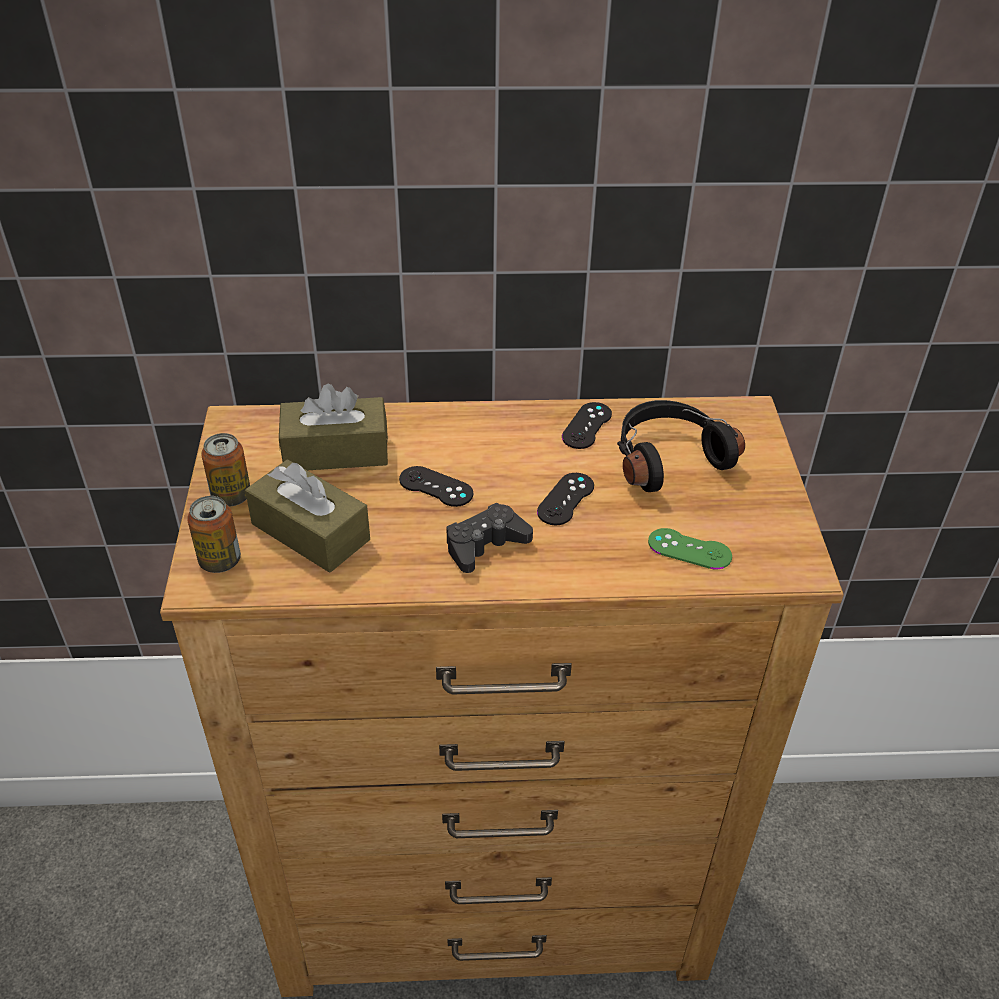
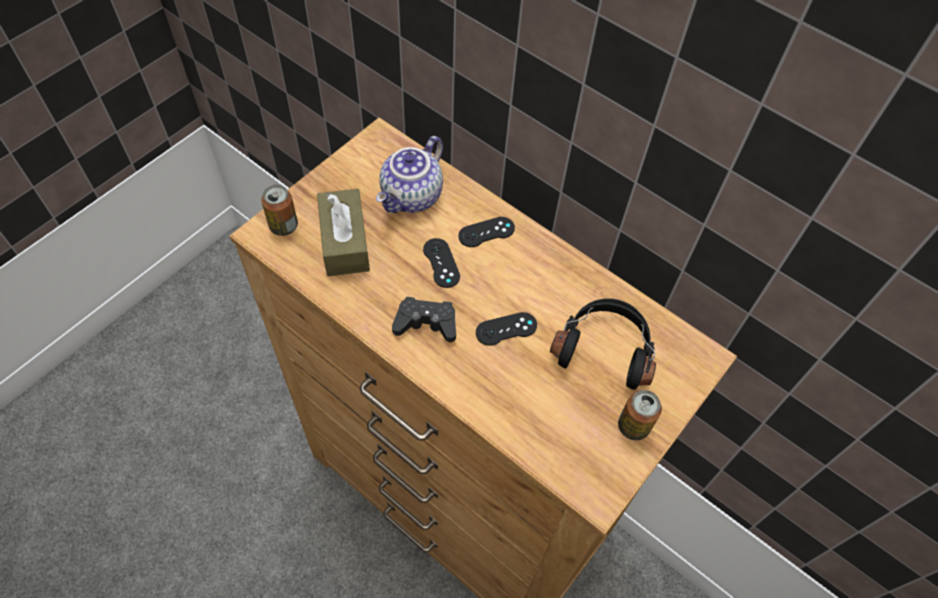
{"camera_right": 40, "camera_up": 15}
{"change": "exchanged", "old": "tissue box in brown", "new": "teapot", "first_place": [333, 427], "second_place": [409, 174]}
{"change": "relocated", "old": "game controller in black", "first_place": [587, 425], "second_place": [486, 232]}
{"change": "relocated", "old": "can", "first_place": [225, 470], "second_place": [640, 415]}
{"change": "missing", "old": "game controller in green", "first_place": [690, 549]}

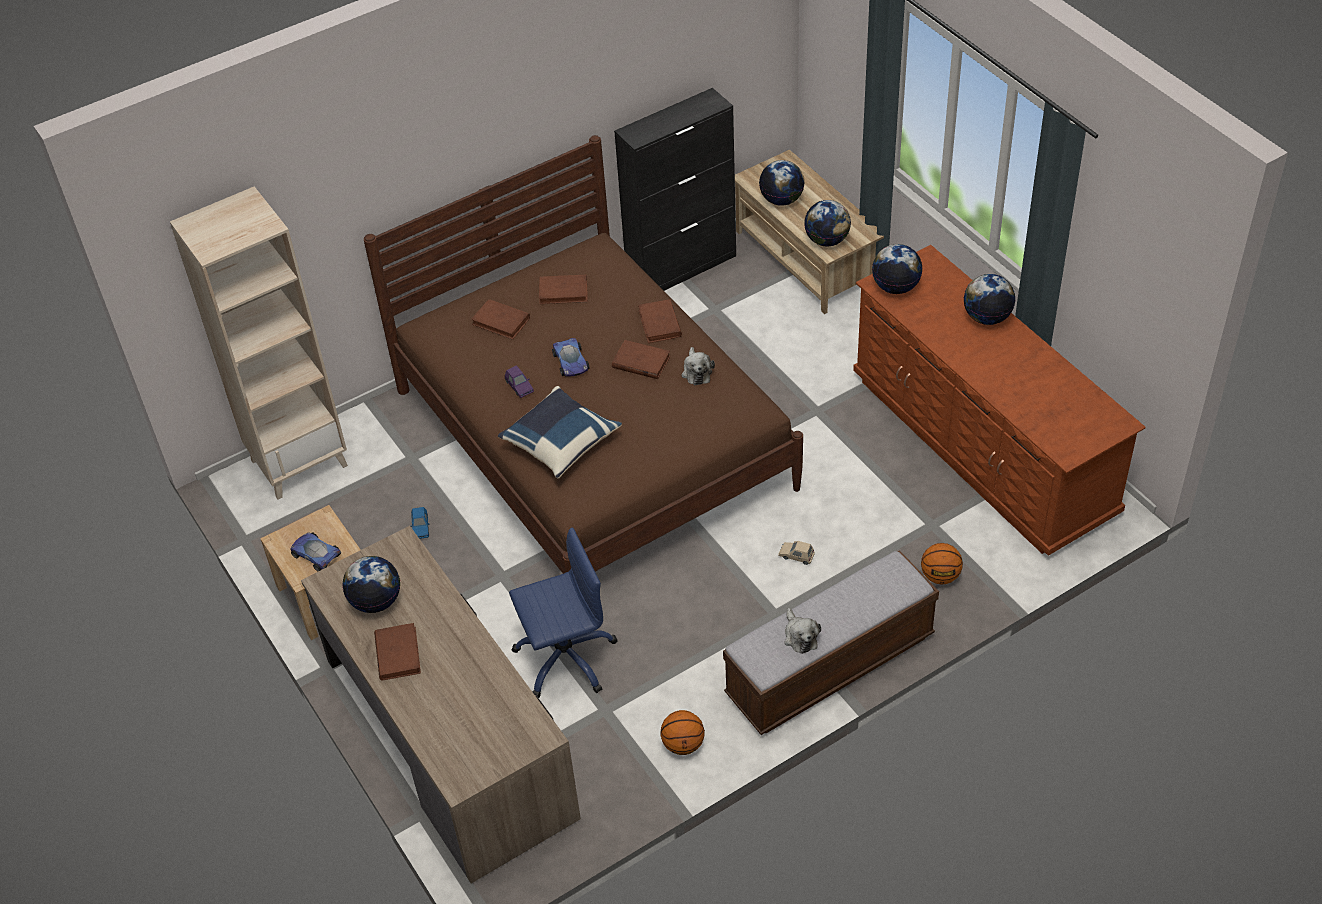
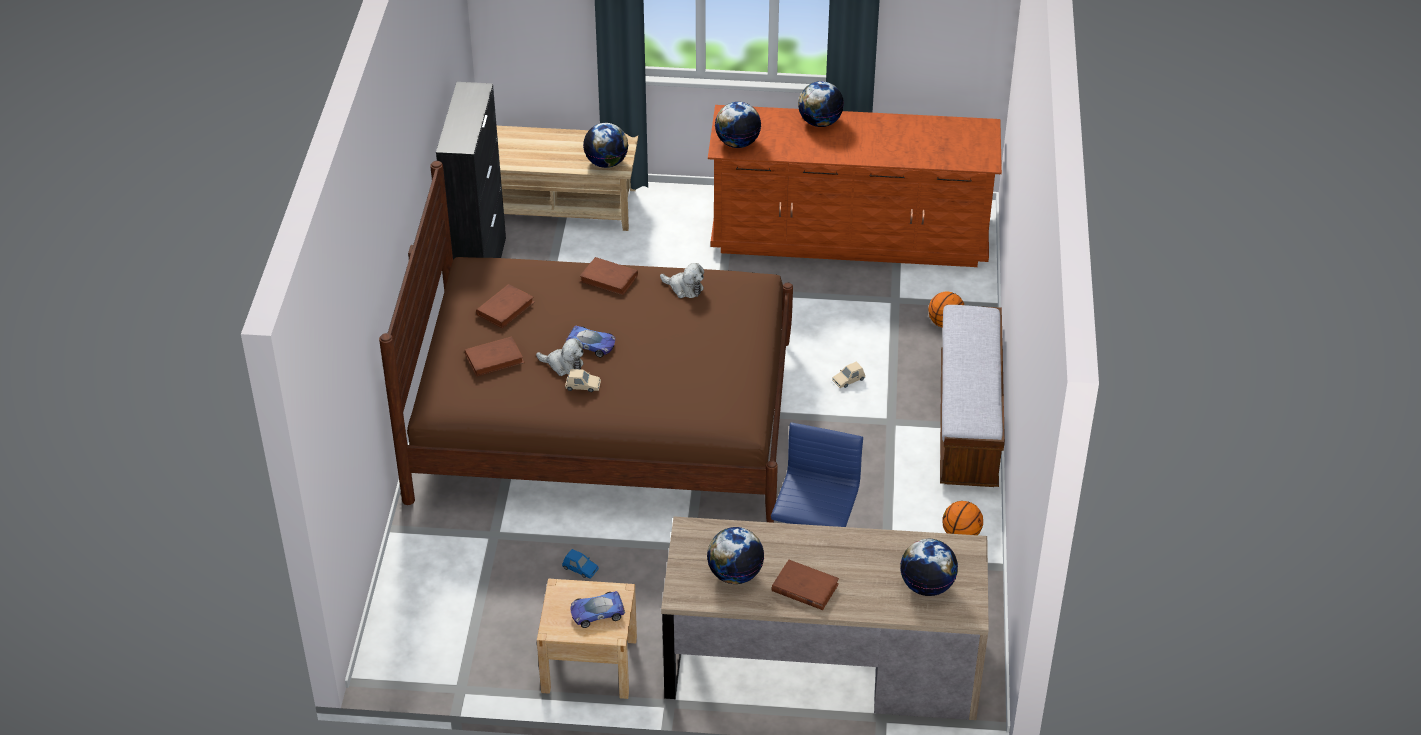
{"camera_right": -55, "camera_up": -5}
{"change": "relocated", "old": "globe", "first_place": [782, 183], "second_place": [929, 567]}
{"change": "missing", "old": "bookcase in beige", "first_place": [259, 342]}
{"change": "missing", "old": "book in brown", "first_place": [641, 359]}
{"change": "colour", "old": "toy car in purple", "new": "toy car in beige", "first_place": [519, 381], "second_place": [583, 380]}
{"change": "missing", "old": "pillow in blue", "first_place": [560, 432]}
{"change": "relocated", "old": "plush toy", "first_place": [802, 631], "second_place": [559, 357]}

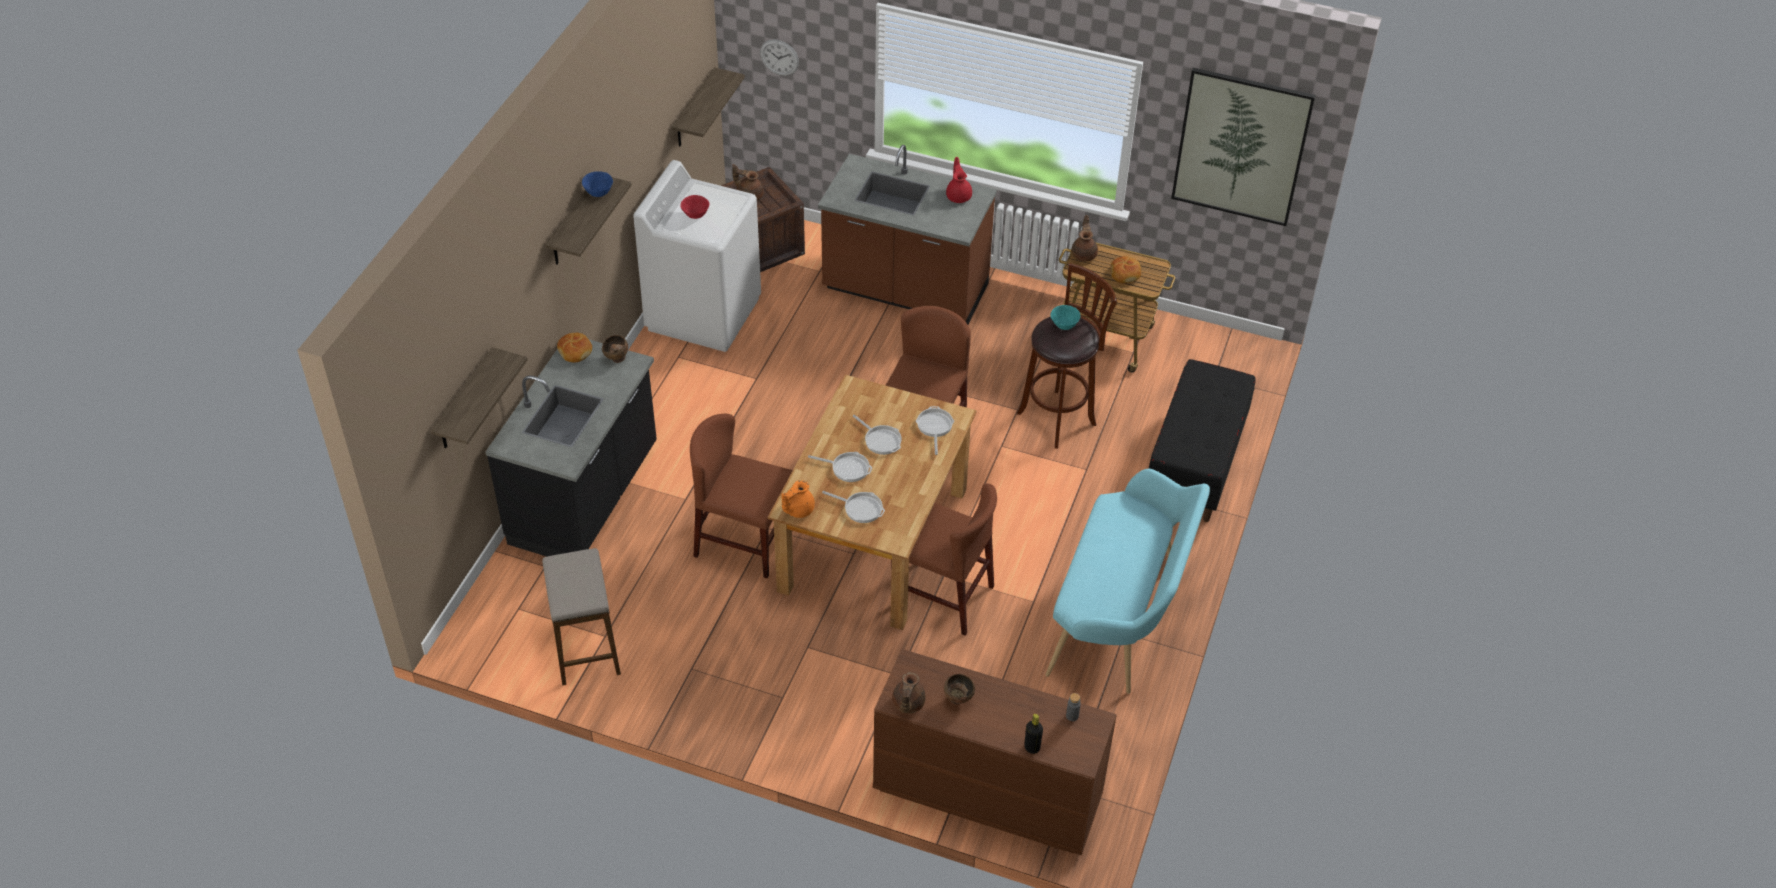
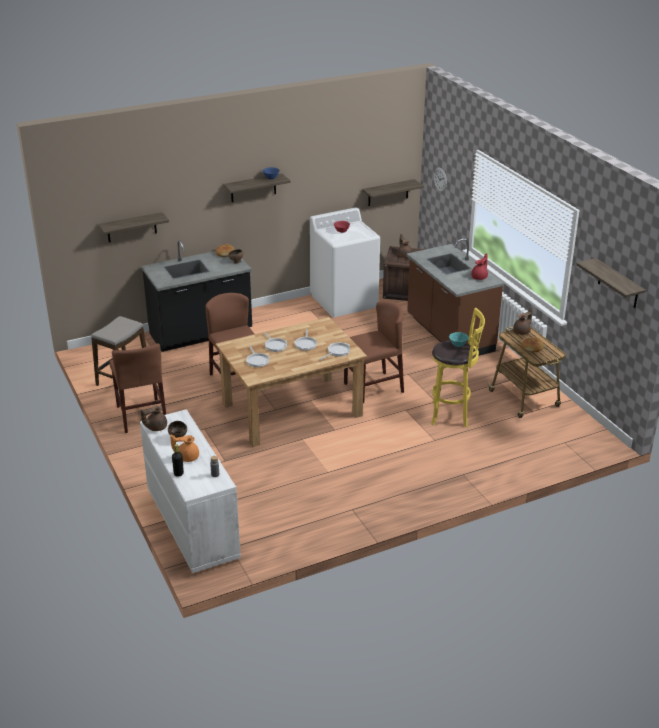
{"camera_right": 45, "camera_up": -15}
{"change": "exchanged", "old": "picture", "new": "shelf", "first_place": [1243, 147], "second_place": [611, 283]}
{"change": "colour", "old": "stool in brown", "new": "stool in yellow", "first_place": [1067, 356], "second_place": [458, 368]}
{"change": "missing", "old": "bench in black", "first_place": [1202, 440]}
{"change": "missing", "old": "bench in turquoise", "first_place": [1128, 581]}
{"change": "relocated", "old": "teapot in orange", "first_place": [798, 499], "second_place": [184, 448]}
{"change": "relocated", "old": "chair in brown", "first_place": [944, 559], "second_place": [137, 388]}
{"change": "colour", "old": "dresser in brown", "new": "dresser in white", "first_place": [995, 752], "second_place": [190, 491]}

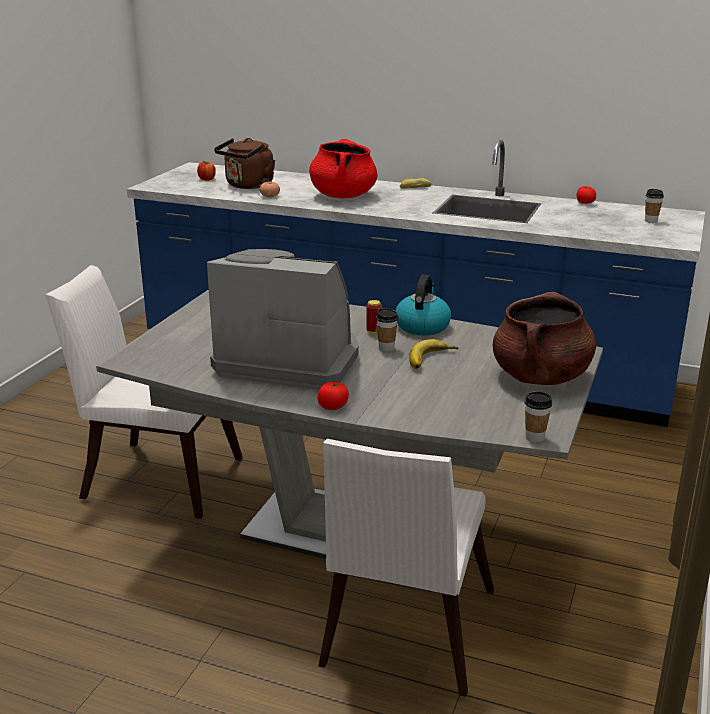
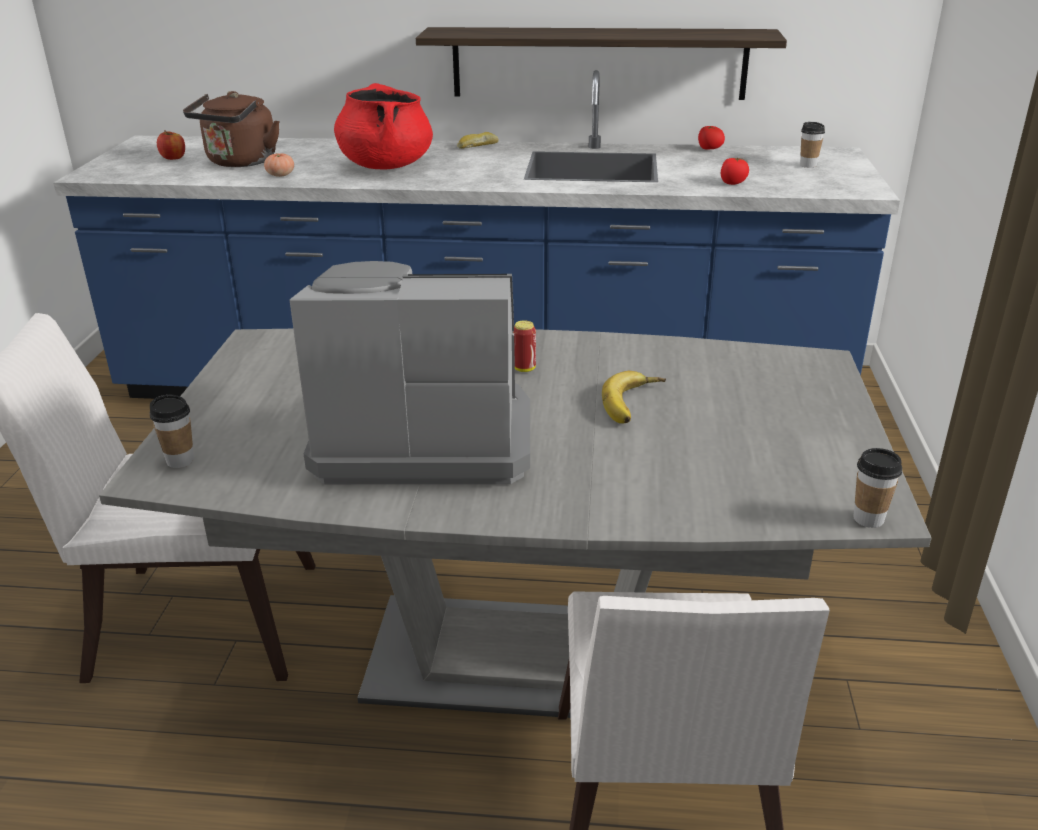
{"camera_right": -15, "camera_up": 5}
{"change": "missing", "old": "kettle", "first_place": [423, 305]}
{"change": "missing", "old": "cooking pot in brown", "first_place": [544, 338]}
{"change": "relocated", "old": "cup", "first_place": [387, 330], "second_place": [171, 431]}
{"change": "relocated", "old": "tomato", "first_place": [333, 396], "second_place": [735, 171]}
{"change": "appeared", "new": "shelf", "second_place": [601, 63]}

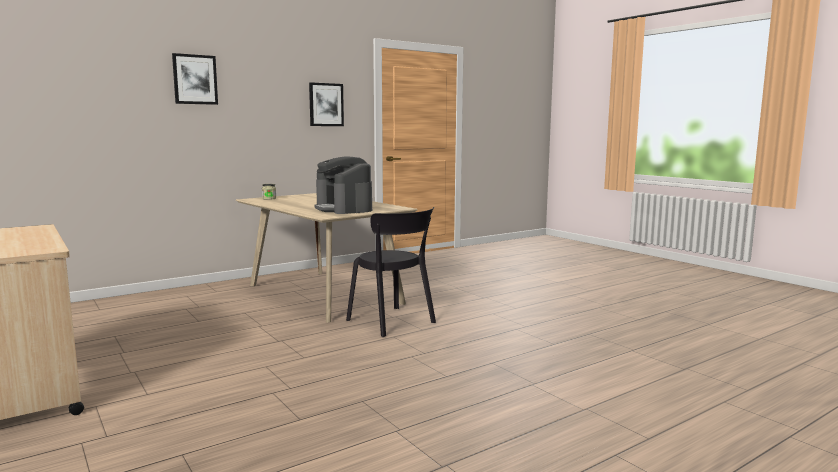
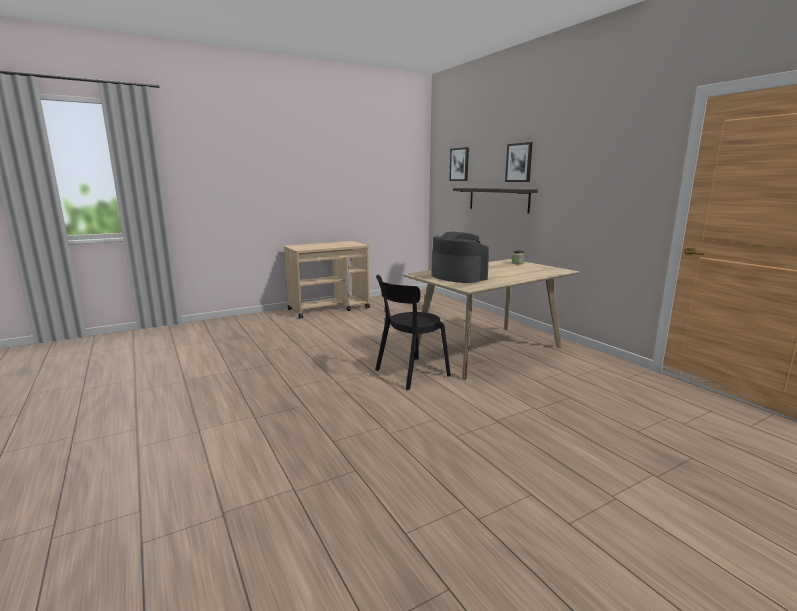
{"camera_right": 95, "camera_up": 5}
{"change": "relocated", "old": "picture", "first_place": [326, 104], "second_place": [459, 164]}
{"change": "spun", "old": "coffee machine", "first_place": [343, 185], "second_place": [460, 257], "degrees": 75}
{"change": "appeared", "new": "shelf", "second_place": [495, 201]}

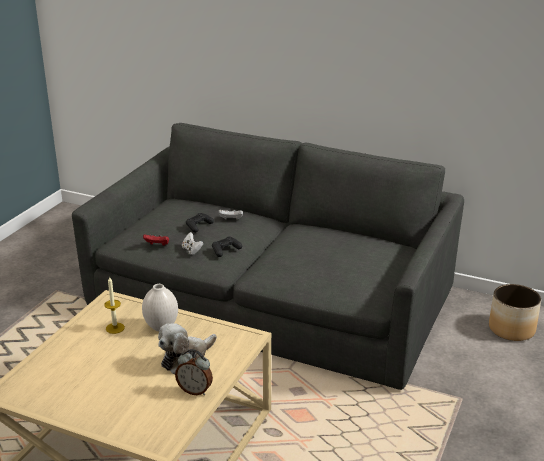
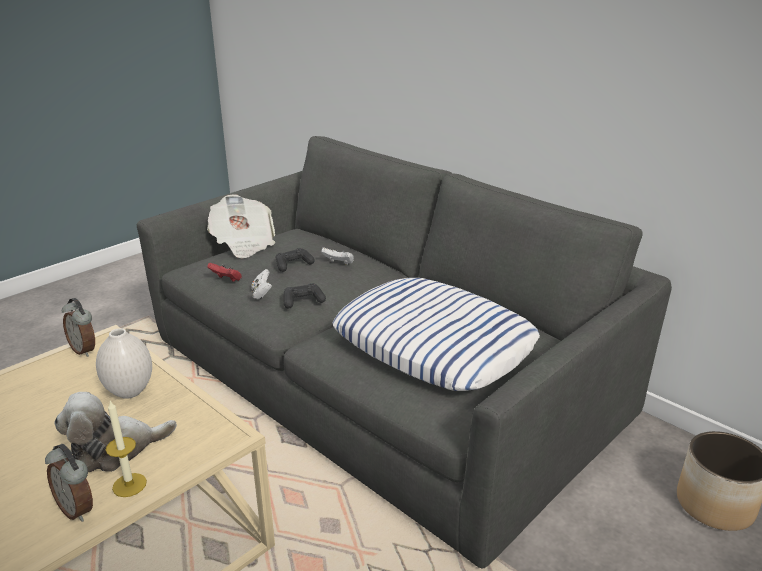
{"camera_right": 20, "camera_up": 0}
{"change": "relocated", "old": "candle", "first_place": [114, 305], "second_place": [126, 449]}
{"change": "appeared", "new": "newspaper", "second_place": [241, 227]}
{"change": "appeared", "new": "pillow", "second_place": [436, 334]}
{"change": "appeared", "new": "alarm clock", "second_place": [78, 327]}

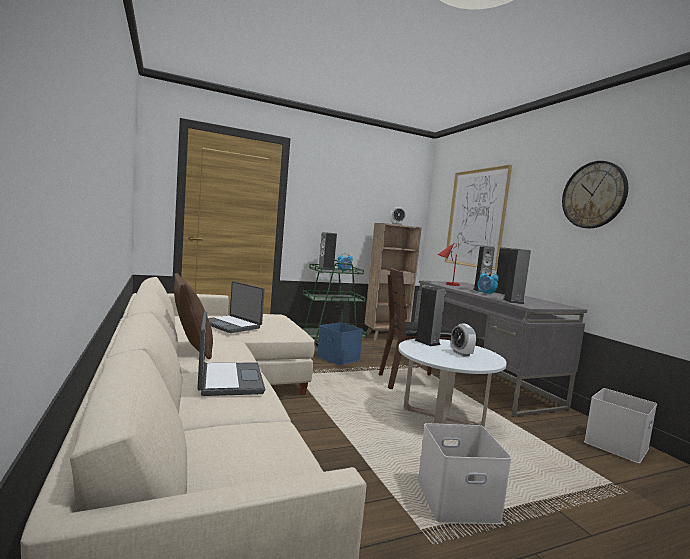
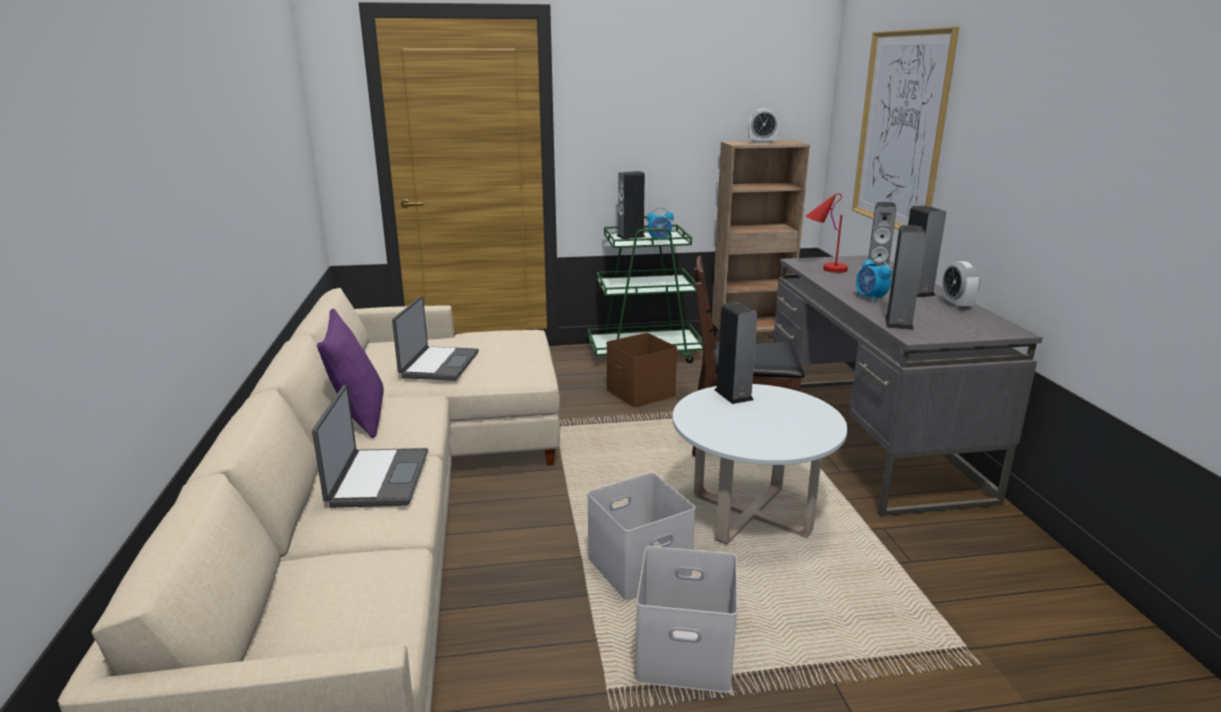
{"camera_right": 15, "camera_up": 15}
{"change": "missing", "old": "wall clock", "first_place": [595, 194]}
{"change": "colour", "old": "pillow in brown", "new": "pillow in purple", "first_place": [193, 316], "second_place": [350, 373]}
{"change": "spun", "old": "laptop", "first_place": [236, 307], "second_place": [435, 338], "degrees": -135}
{"change": "colour", "old": "storage box in blue", "new": "storage box in brown", "first_place": [340, 343], "second_place": [641, 370]}
{"change": "relocated", "old": "alarm clock", "first_place": [463, 340], "second_place": [961, 285]}
{"change": "relocated", "old": "storage box in white", "first_place": [620, 425], "second_place": [641, 536]}

